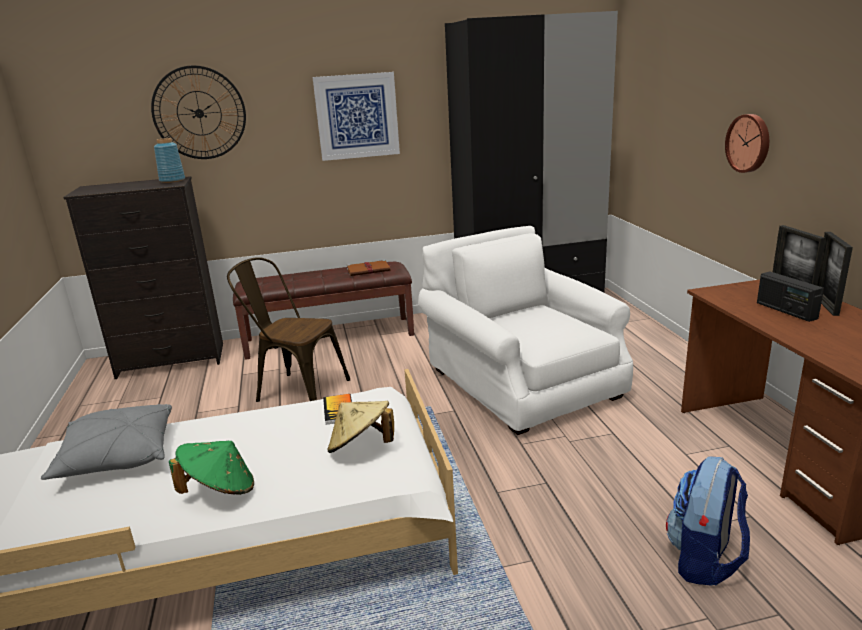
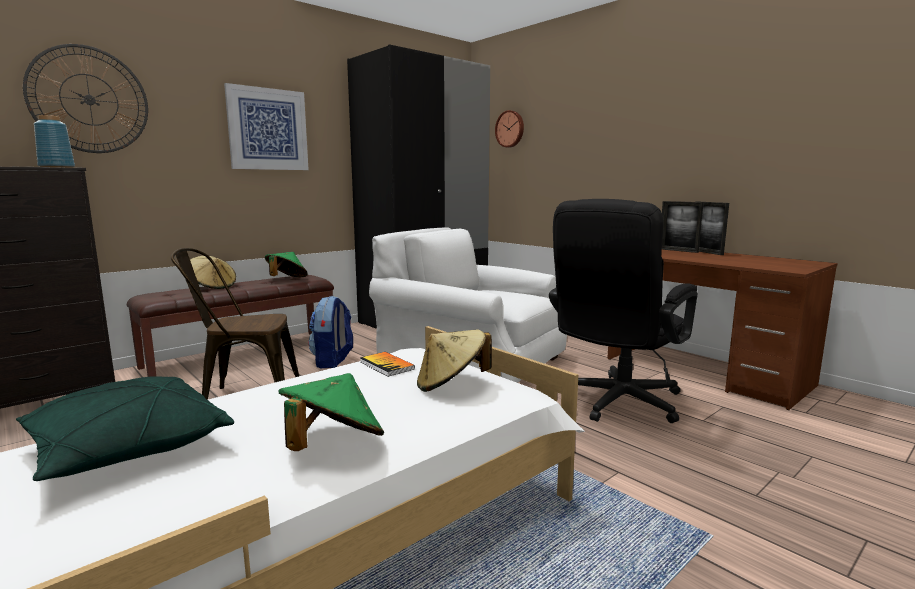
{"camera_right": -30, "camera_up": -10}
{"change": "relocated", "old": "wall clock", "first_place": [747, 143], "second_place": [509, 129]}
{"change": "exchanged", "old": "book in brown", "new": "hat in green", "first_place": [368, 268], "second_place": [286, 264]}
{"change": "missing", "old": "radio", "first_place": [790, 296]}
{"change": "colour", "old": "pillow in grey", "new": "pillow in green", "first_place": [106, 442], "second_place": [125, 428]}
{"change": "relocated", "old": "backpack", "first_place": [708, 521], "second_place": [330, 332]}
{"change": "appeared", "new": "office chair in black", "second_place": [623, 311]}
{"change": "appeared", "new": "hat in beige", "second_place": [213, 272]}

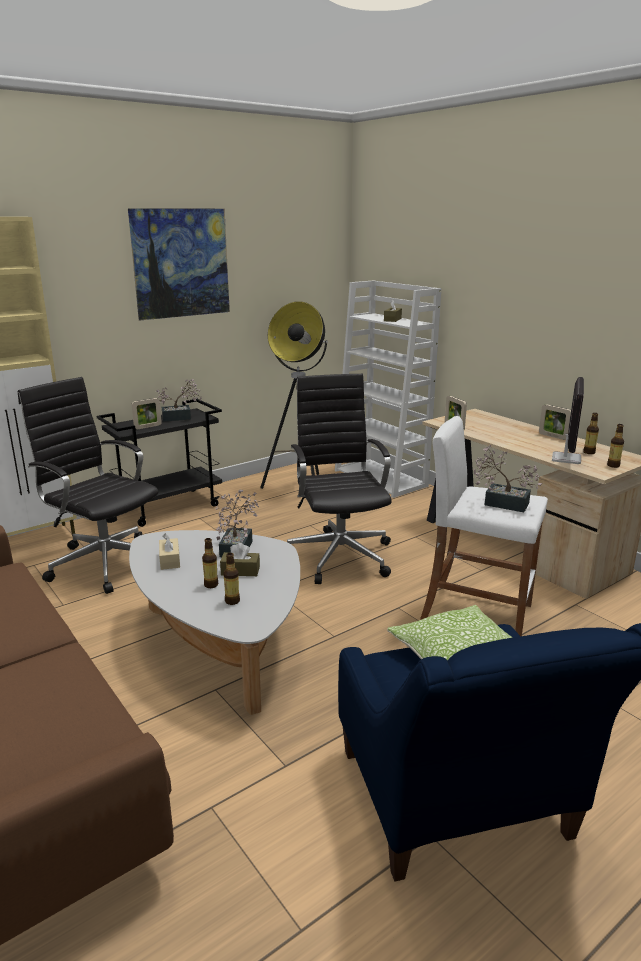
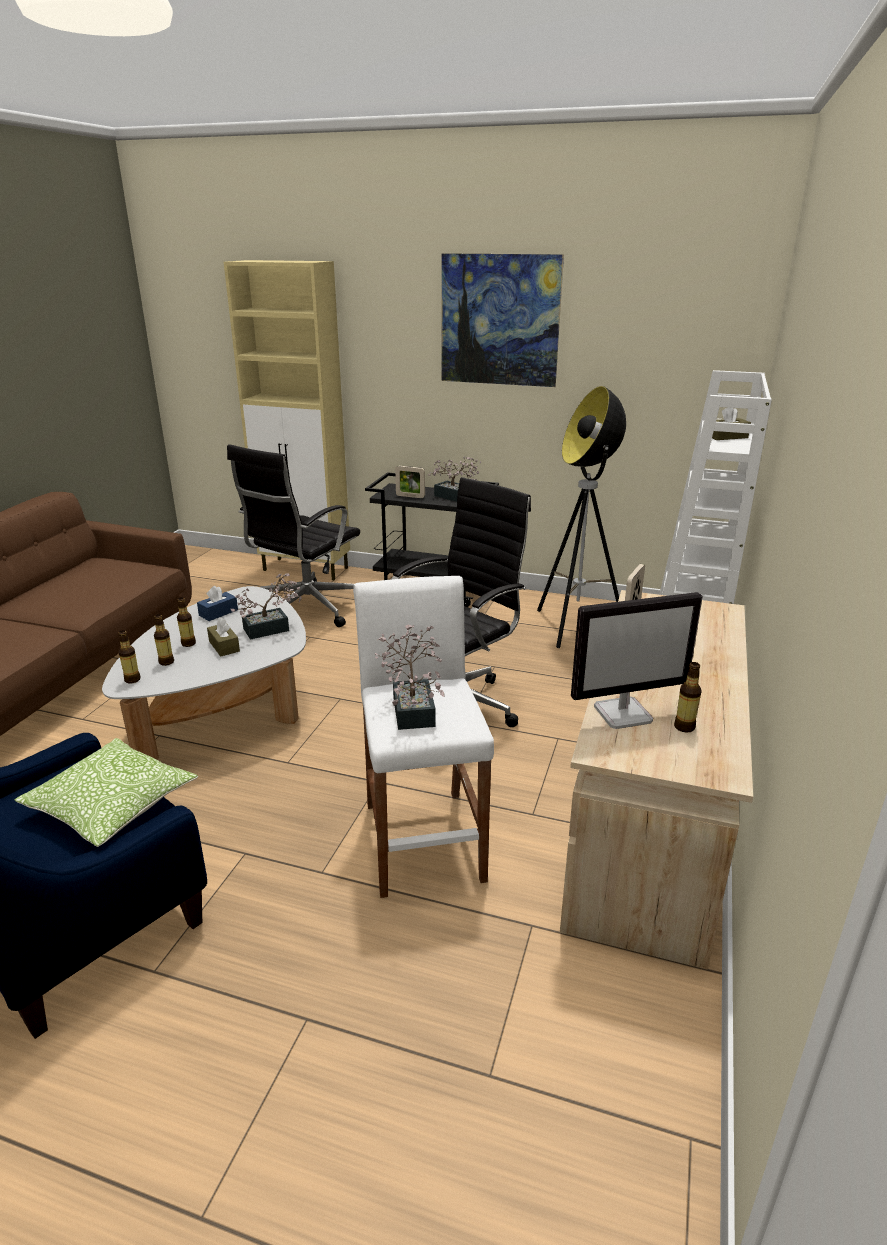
{"camera_right": 55, "camera_up": 5}
{"change": "spun", "old": "office chair in black", "first_place": [88, 485], "second_place": [293, 535], "degrees": -150}
{"change": "missing", "old": "picture frame", "first_place": [555, 422]}
{"change": "relocated", "old": "bottle", "first_place": [615, 446], "second_place": [129, 657]}
{"change": "colour", "old": "tissue box in beige", "new": "tissue box in blue", "first_place": [169, 551], "second_place": [217, 603]}

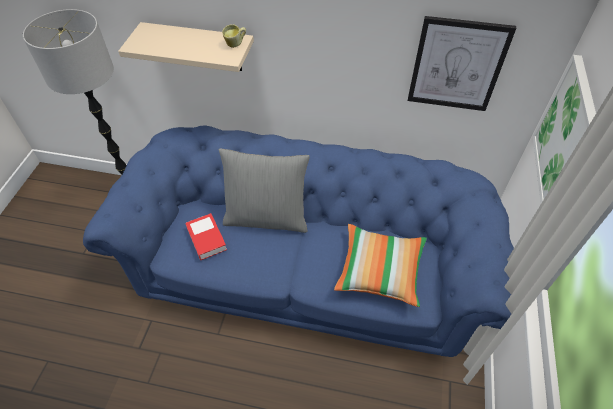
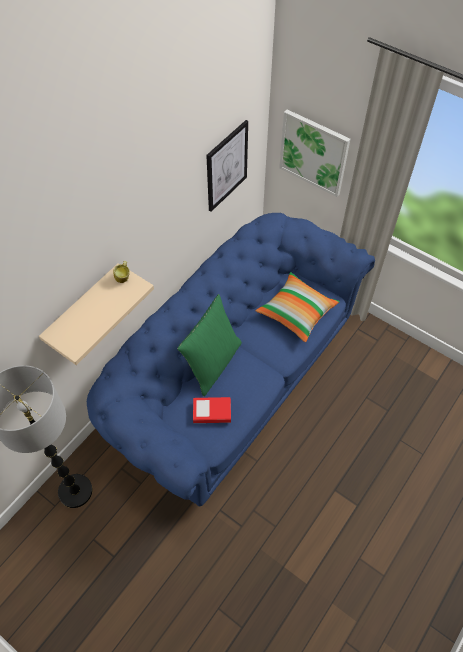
{"camera_right": -65, "camera_up": 5}
{"change": "colour", "old": "pillow in grey", "new": "pillow in green", "first_place": [264, 191], "second_place": [209, 345]}

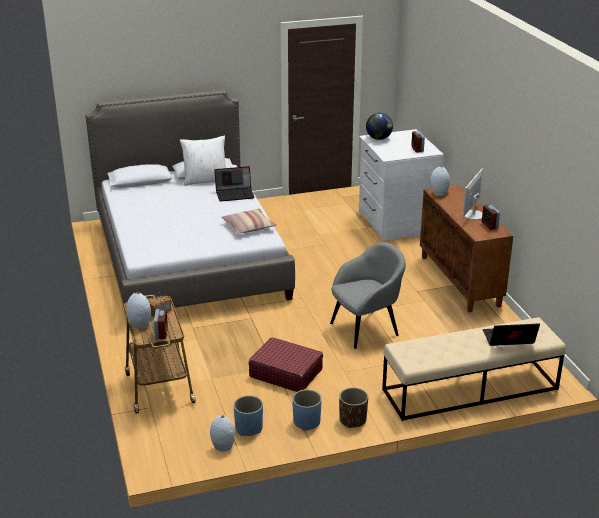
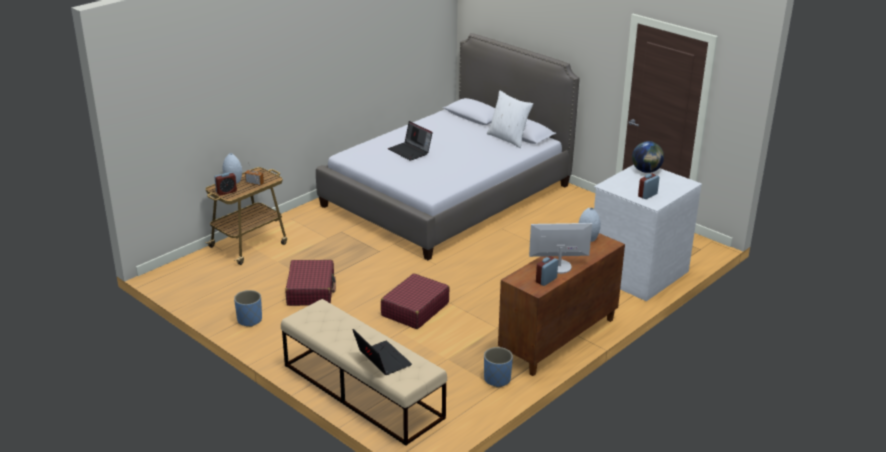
{"camera_right": 60, "camera_up": 0}
{"change": "relocated", "old": "laptop", "first_place": [234, 184], "second_place": [410, 141]}
{"change": "missing", "old": "pillow", "first_place": [248, 221]}
{"change": "exchanged", "old": "armchair in grey", "new": "suitcase in red", "first_place": [368, 295], "second_place": [415, 301]}
{"change": "missing", "old": "planter in brown", "first_place": [353, 407]}
{"change": "relocated", "old": "planter in blue", "first_place": [248, 415], "second_place": [498, 367]}
{"change": "missing", "old": "vase in grey", "first_place": [222, 433]}

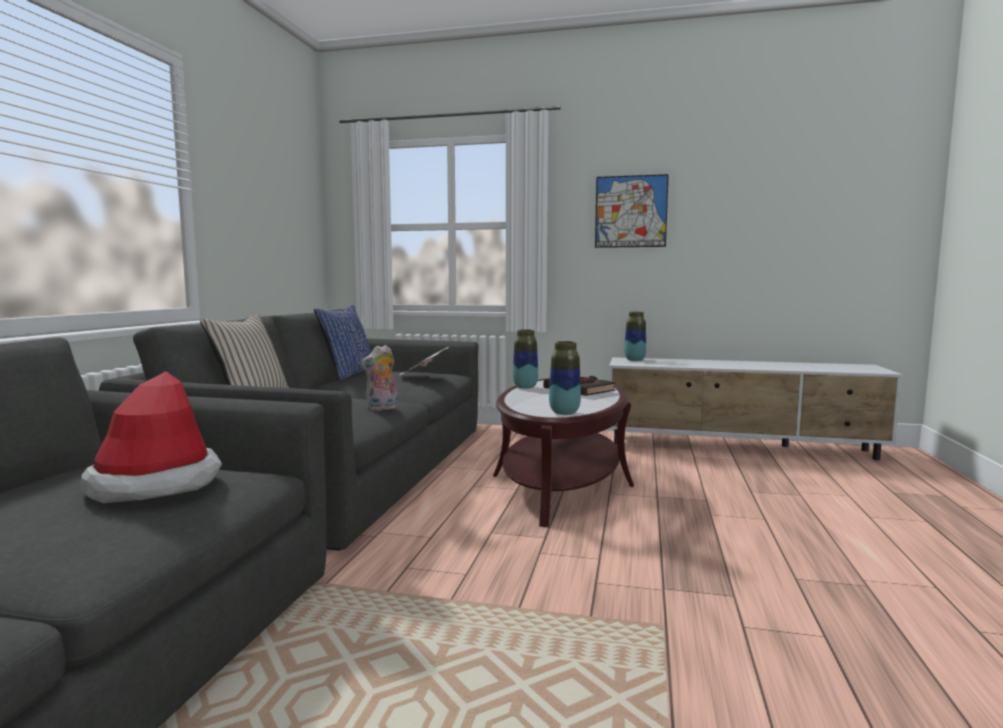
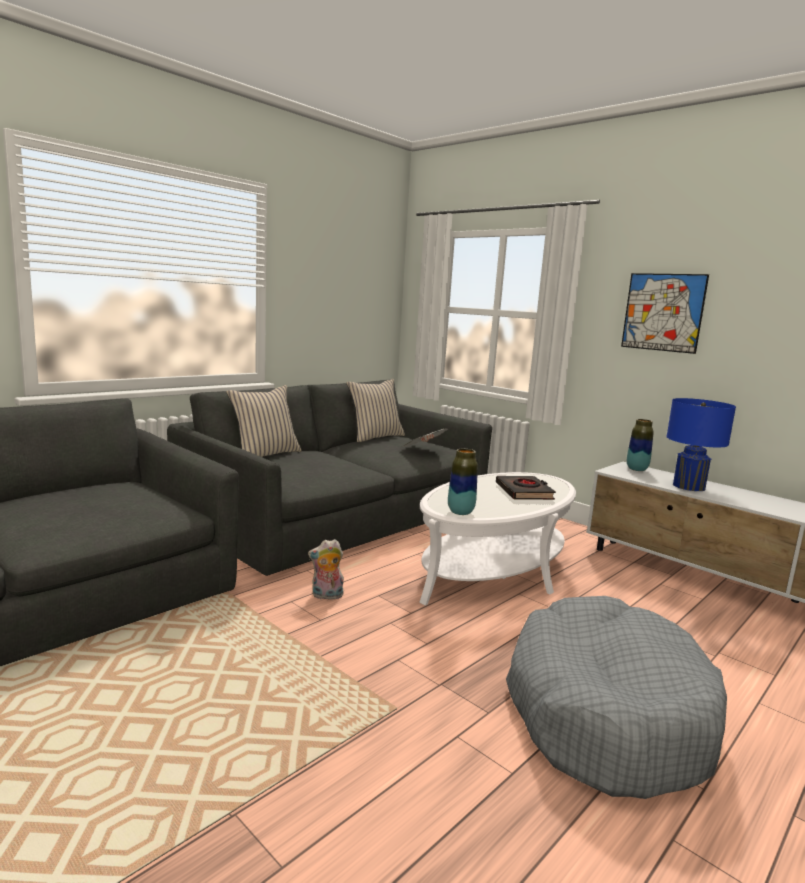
{"camera_right": 30, "camera_up": 5}
{"change": "colour", "old": "pillow in blue", "new": "pillow in beige", "first_place": [342, 342], "second_place": [375, 410]}
{"change": "missing", "old": "vase", "first_place": [525, 359]}
{"change": "relocated", "old": "plush toy", "first_place": [379, 378], "second_place": [326, 569]}
{"change": "missing", "old": "hat", "first_place": [151, 437]}
{"change": "colour", "old": "coffee table in brown", "new": "coffee table in white", "first_place": [563, 452], "second_place": [497, 539]}
{"change": "appeared", "new": "table lamp in blue", "second_place": [701, 444]}
{"change": "appeared", "new": "dog bed in grey", "second_place": [616, 697]}

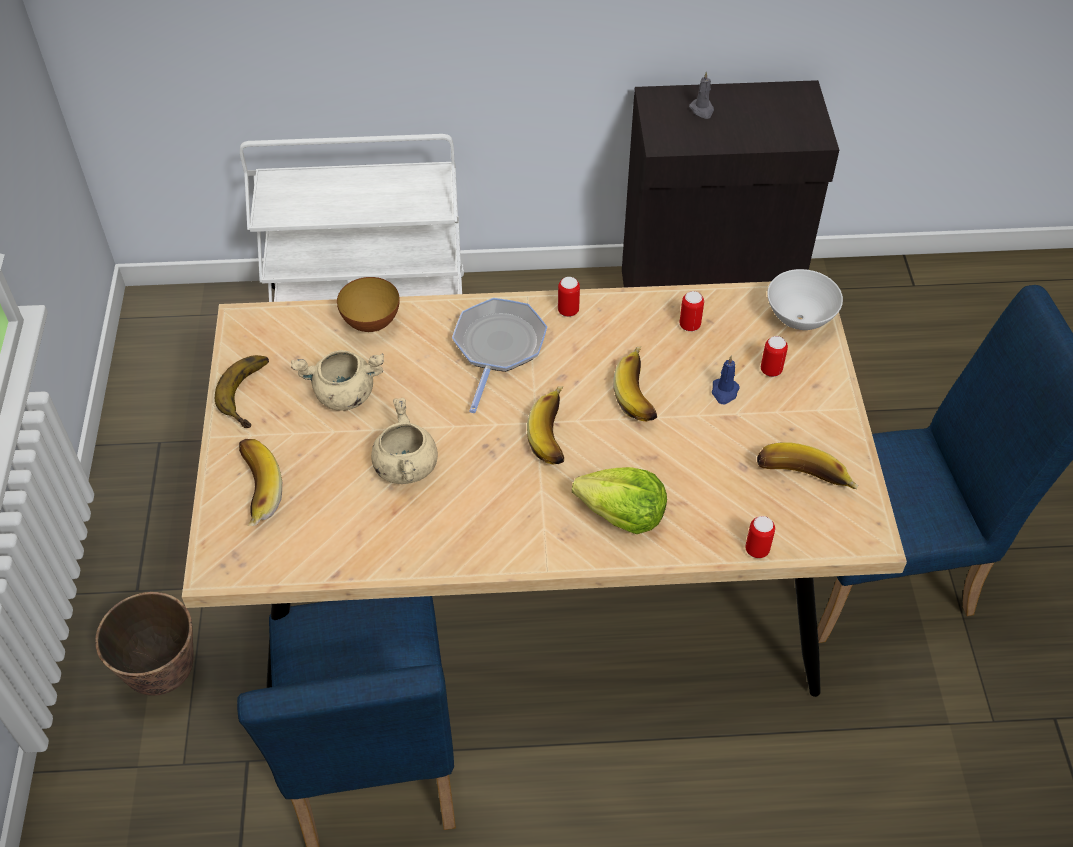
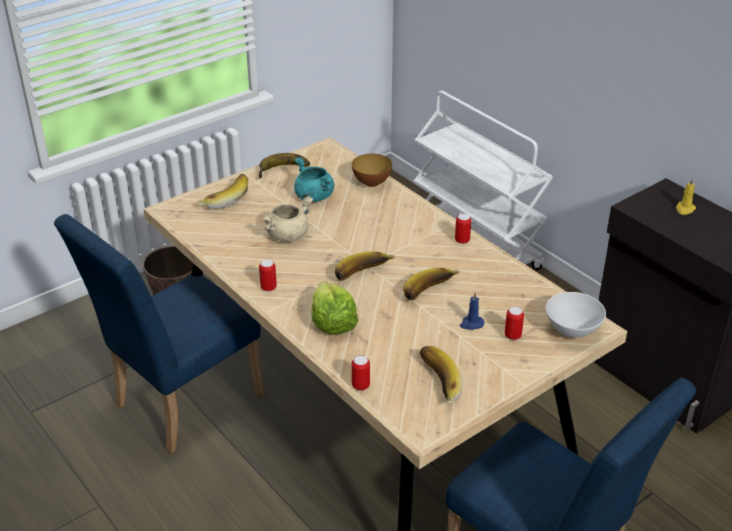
{"camera_right": 55, "camera_up": -15}
{"change": "colour", "old": "candle in grey", "new": "candle in yellow", "first_place": [701, 95], "second_place": [686, 196]}
{"change": "relocated", "old": "can", "first_place": [691, 311], "second_place": [268, 275]}
{"change": "missing", "old": "frying pan", "first_place": [499, 355]}
{"change": "colour", "old": "cooking pot in beige", "new": "cooking pot in turquoise", "first_place": [337, 380], "second_place": [314, 179]}

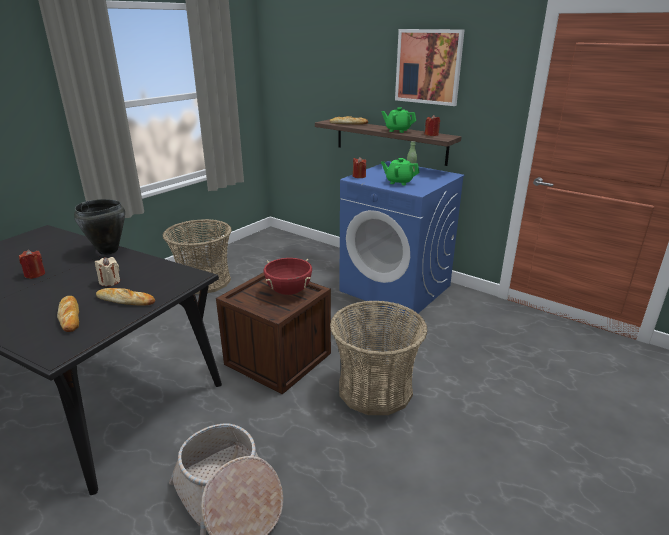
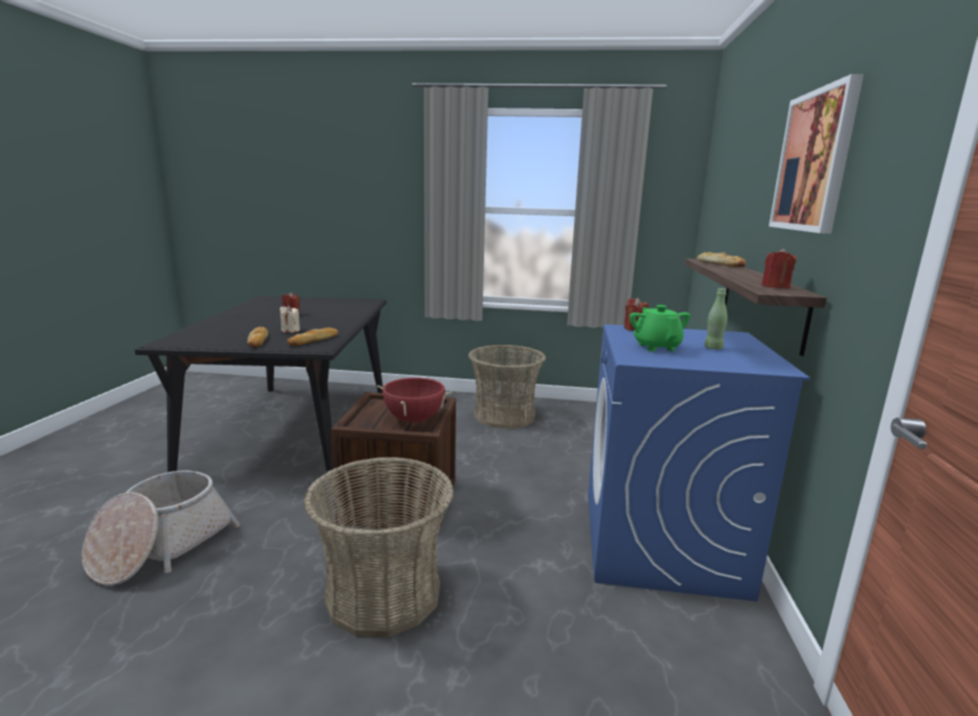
{"camera_right": 60, "camera_up": -10}
{"change": "missing", "old": "teapot in green", "first_place": [398, 120]}
{"change": "missing", "old": "cooking pot in black", "first_place": [99, 227]}
{"change": "relocated", "old": "bread", "first_place": [68, 314], "second_place": [312, 336]}

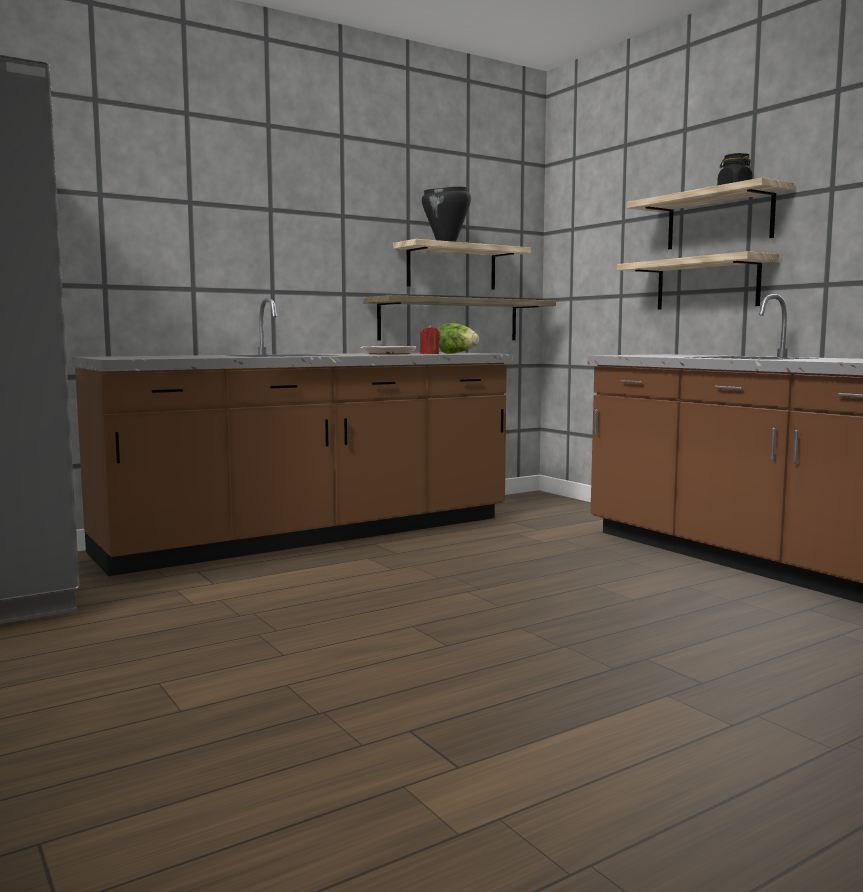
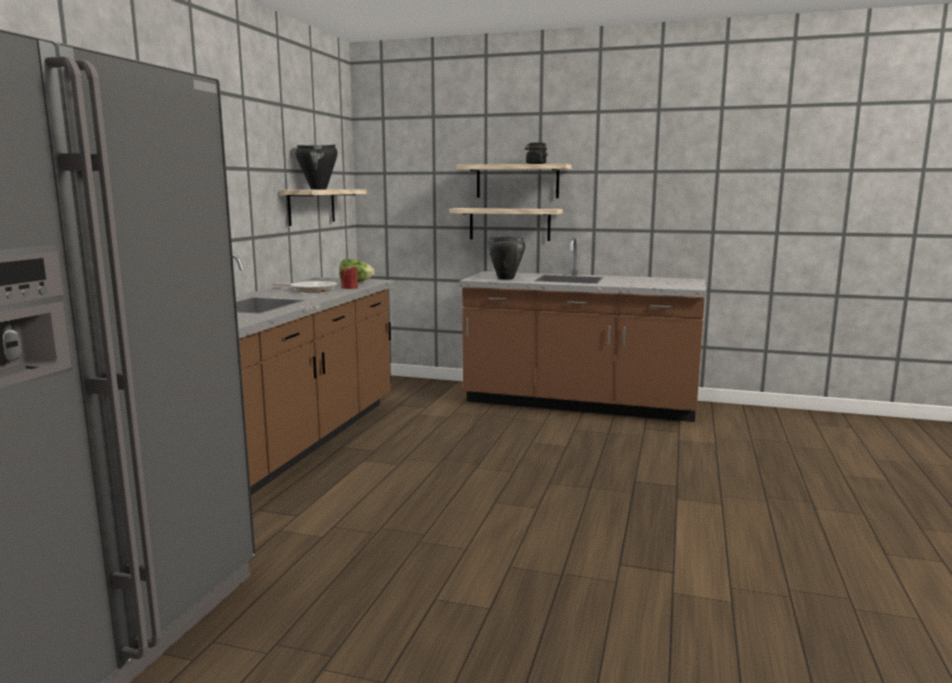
{"camera_right": -40, "camera_up": 5}
{"change": "missing", "old": "shelf", "first_place": [459, 318]}
{"change": "appeared", "new": "cooking pot in black", "second_place": [506, 258]}

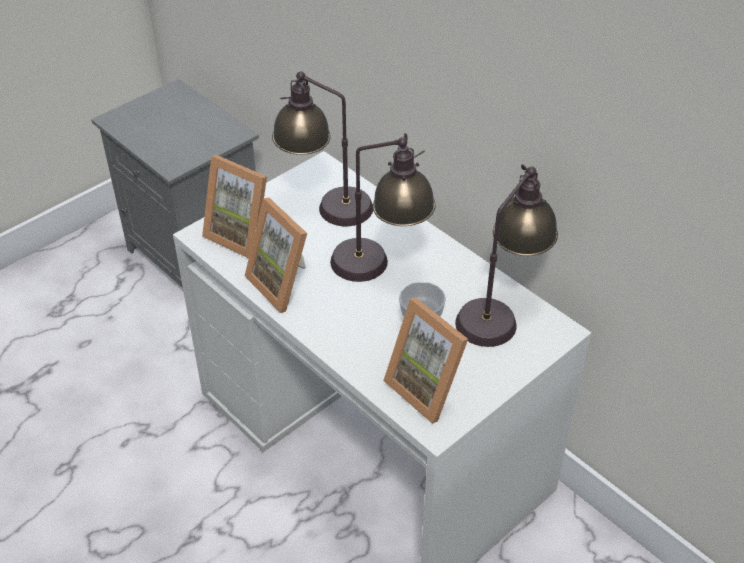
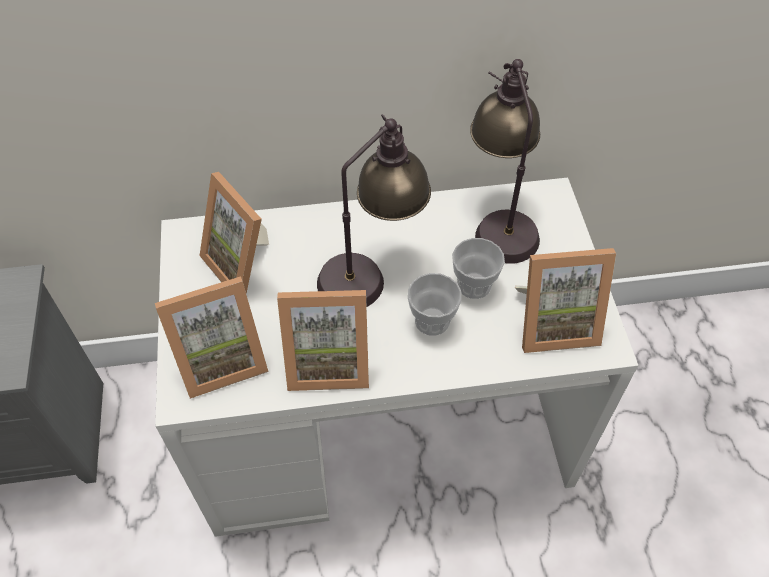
{"camera_right": -55, "camera_up": 10}
{"change": "exchanged", "old": "table lamp", "new": "picture frame", "first_place": [322, 148], "second_place": [234, 233]}
{"change": "appeared", "new": "cup", "second_place": [435, 304]}

